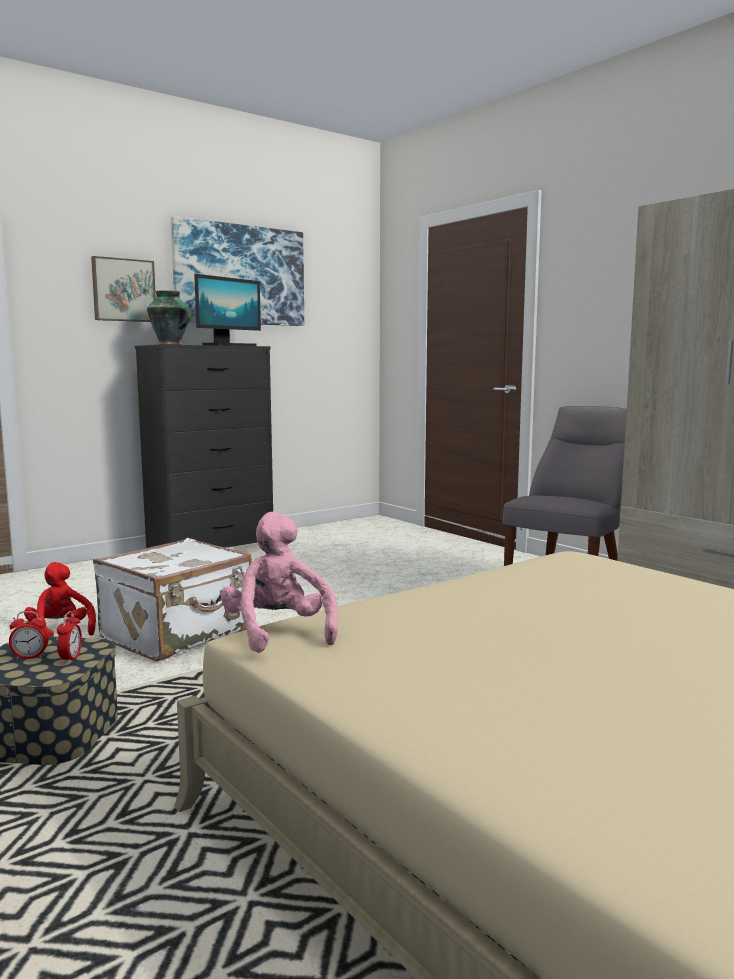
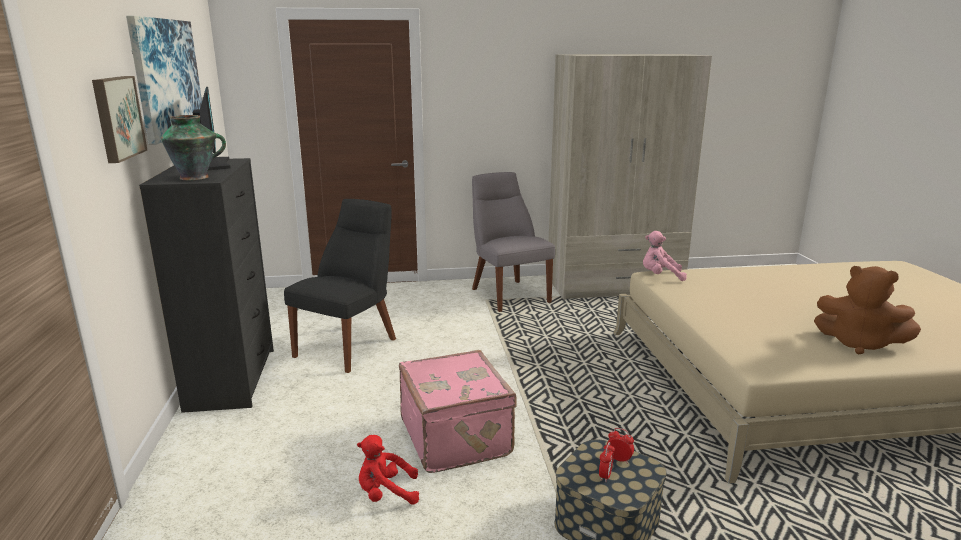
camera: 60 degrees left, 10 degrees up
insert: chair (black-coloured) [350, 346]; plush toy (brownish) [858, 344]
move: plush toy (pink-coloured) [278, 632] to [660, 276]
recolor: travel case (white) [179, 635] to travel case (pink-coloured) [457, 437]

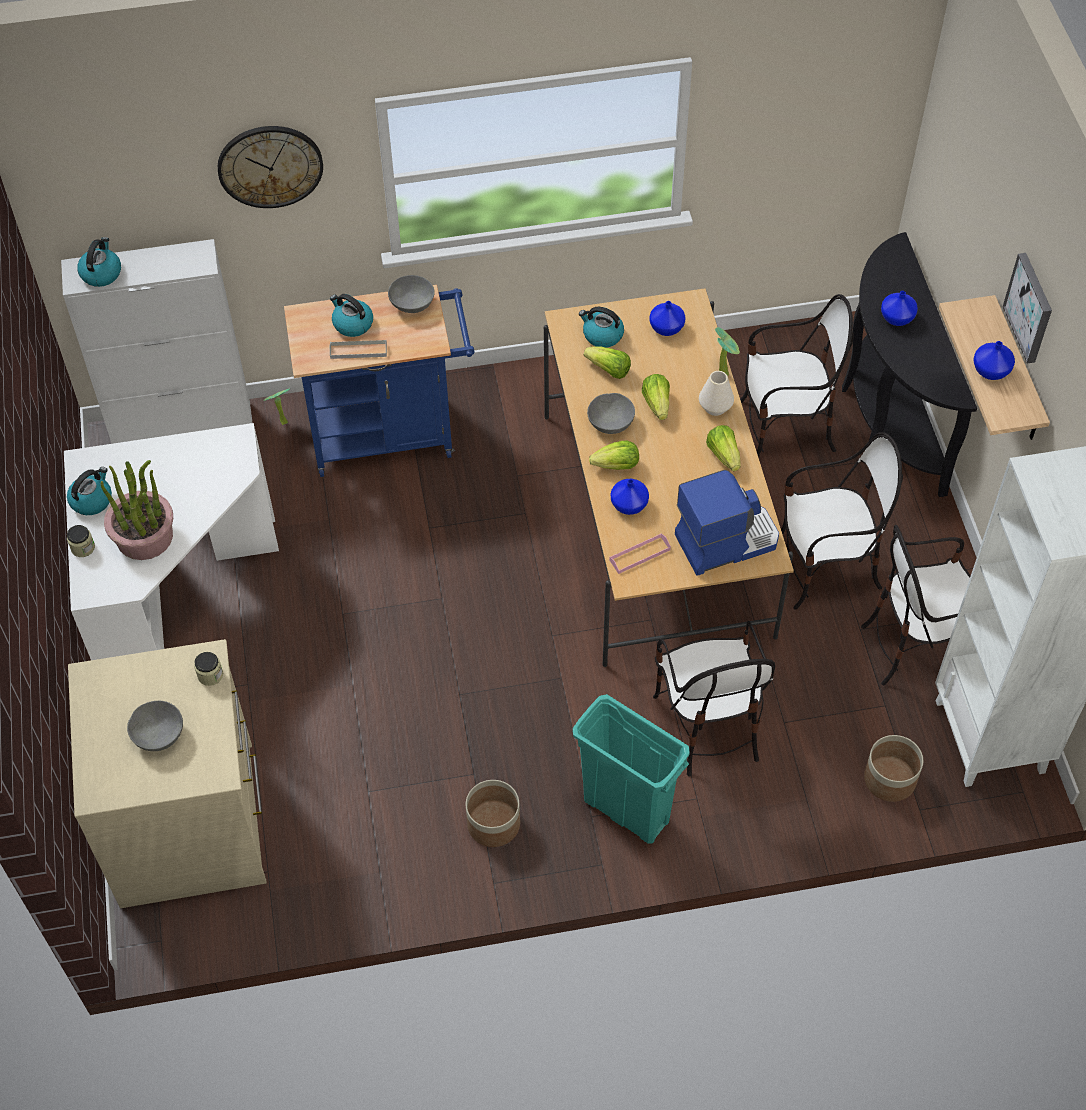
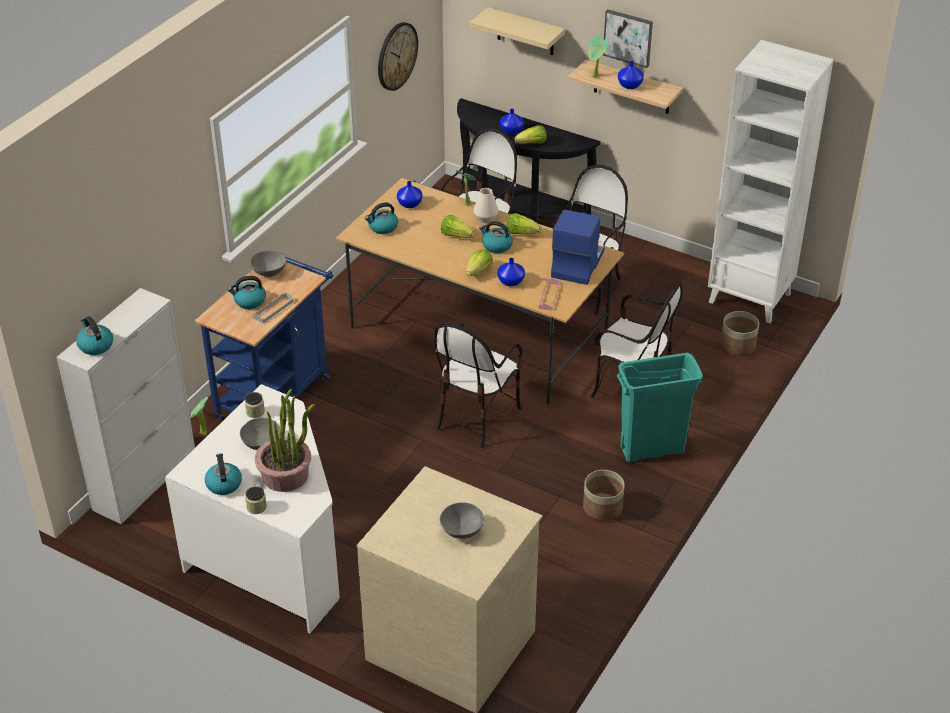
camera: 50 degrees left, 15 degrees down
insert: wall shelf (sand-coloured) [525, 32]; kettle [496, 246]; plant in a pot [595, 76]
move: bowl (gray) [610, 423] to [261, 443]; preserve jar [210, 675] to [255, 412]; wall clock [270, 165] to [396, 56]; chair [918, 646] to [476, 416]; lettuce head [608, 370] to [532, 144]

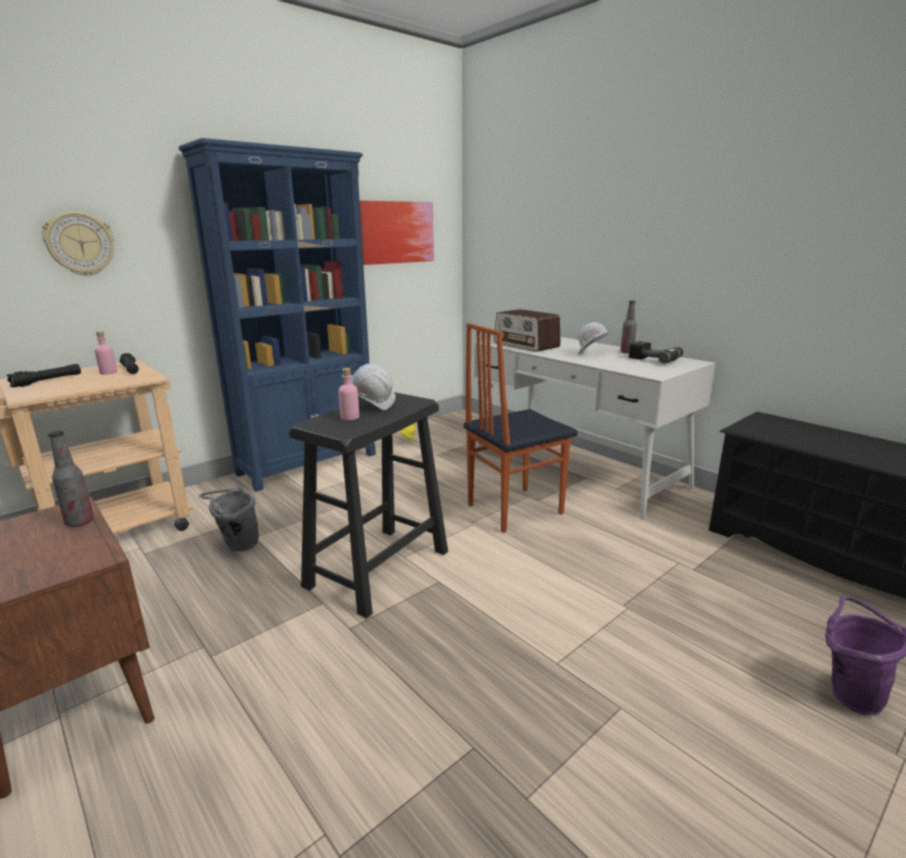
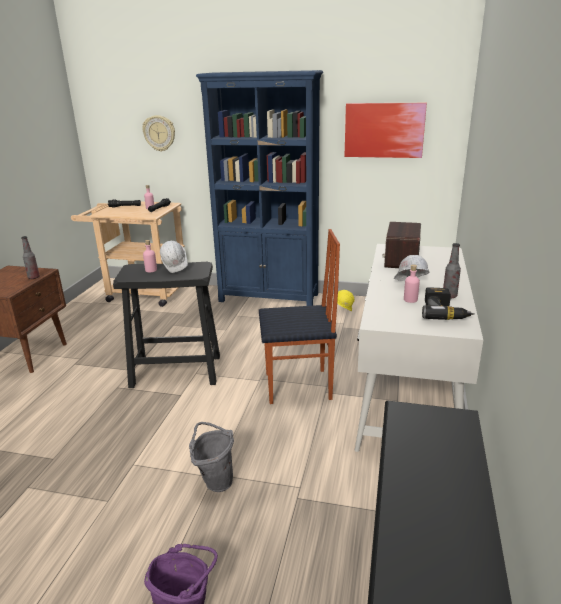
camera: 55 degrees right, 5 degrees up
insert: drink bottle (pink-coloured) [410, 299]
move: pail (gray) [237, 546] to [215, 481]
rotate: chair [513, 509] = [299, 387] 150 degrees clockwise

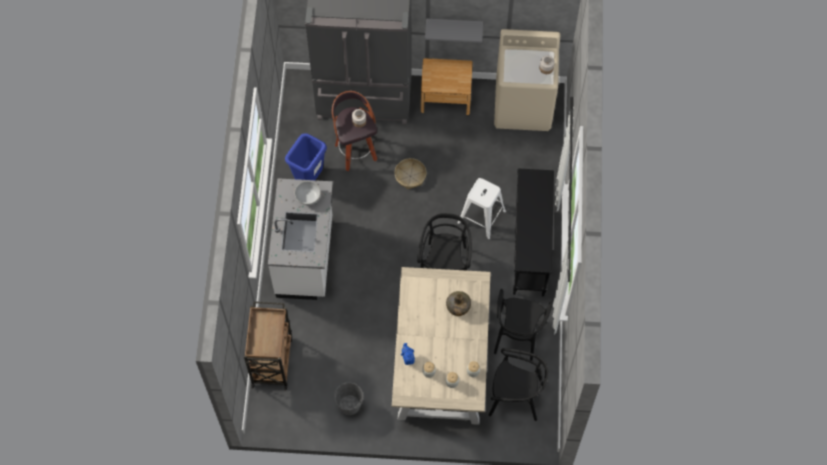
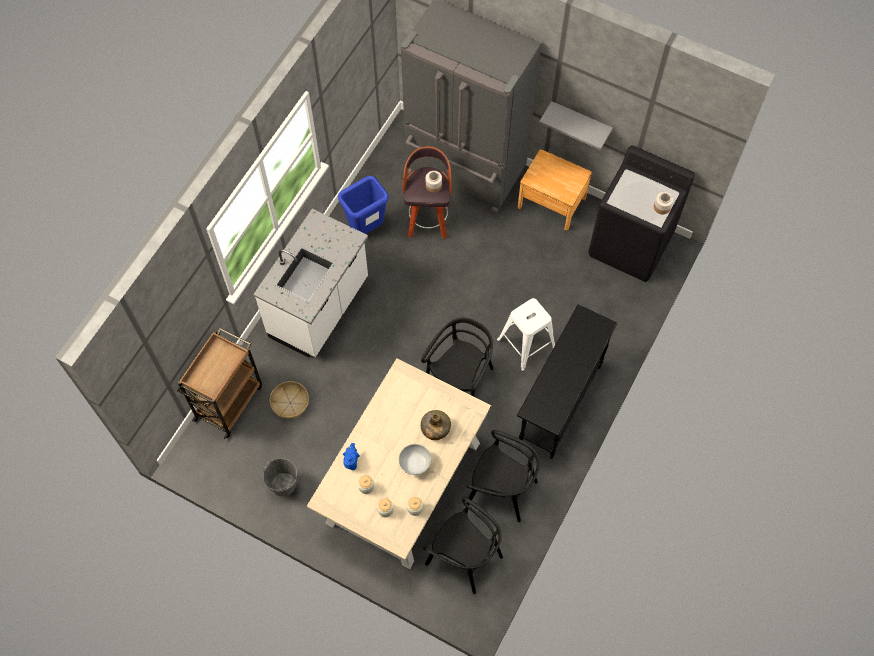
camera: 25 degrees right, 0 degrees up
move: storage basket [410, 176] to [290, 403]; bowl (white) [308, 197] to [415, 464]
recolor: laundry appliance (sand-coloured) [523, 106] to laundry appliance (black-coloured) [631, 244]
rotate: chair (black-coloured) [518, 336] = [501, 490] 105 degrees counterclockwise

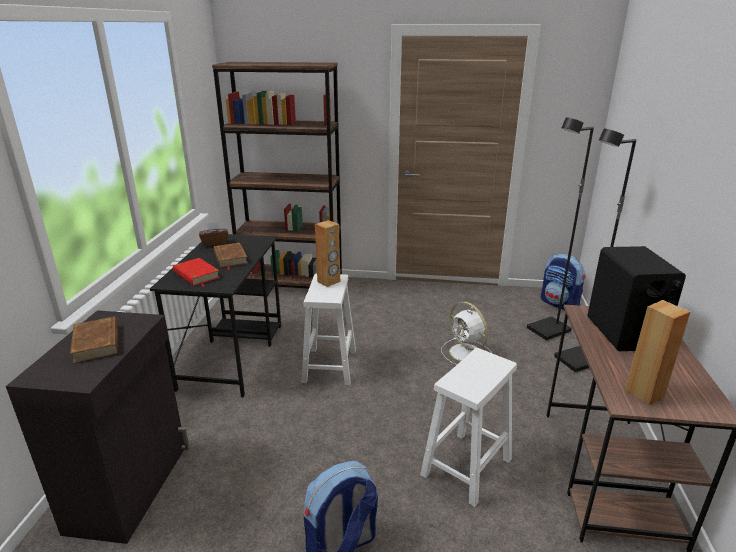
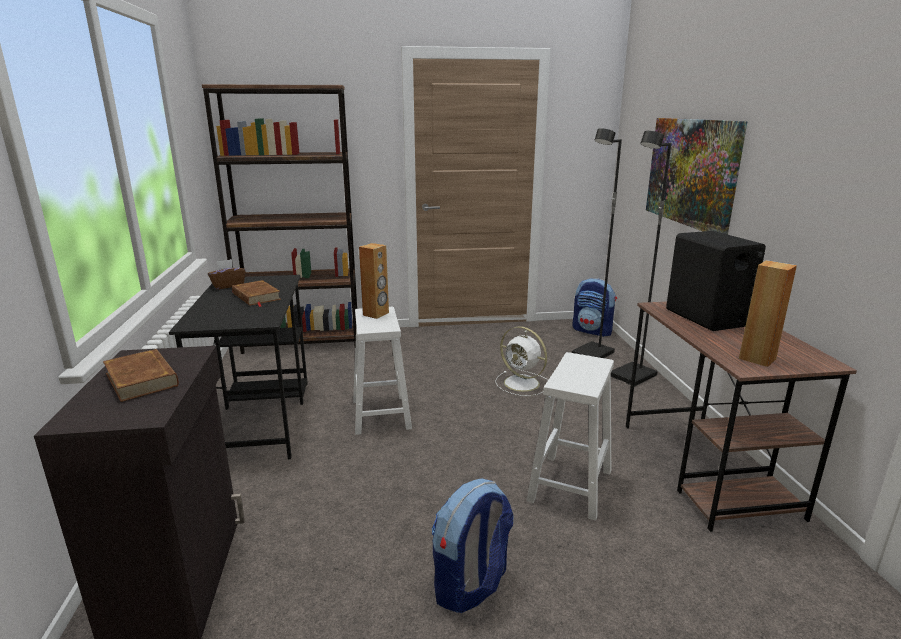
camera: 15 degrees left, 5 degrees down
delete: bound book (reddish) [196, 275]
insert: wall picture [691, 172]

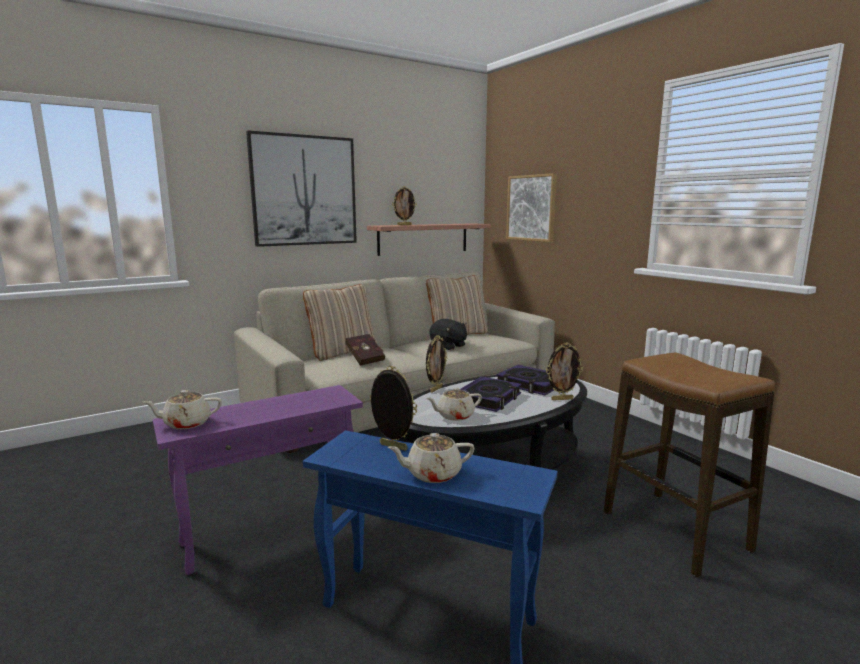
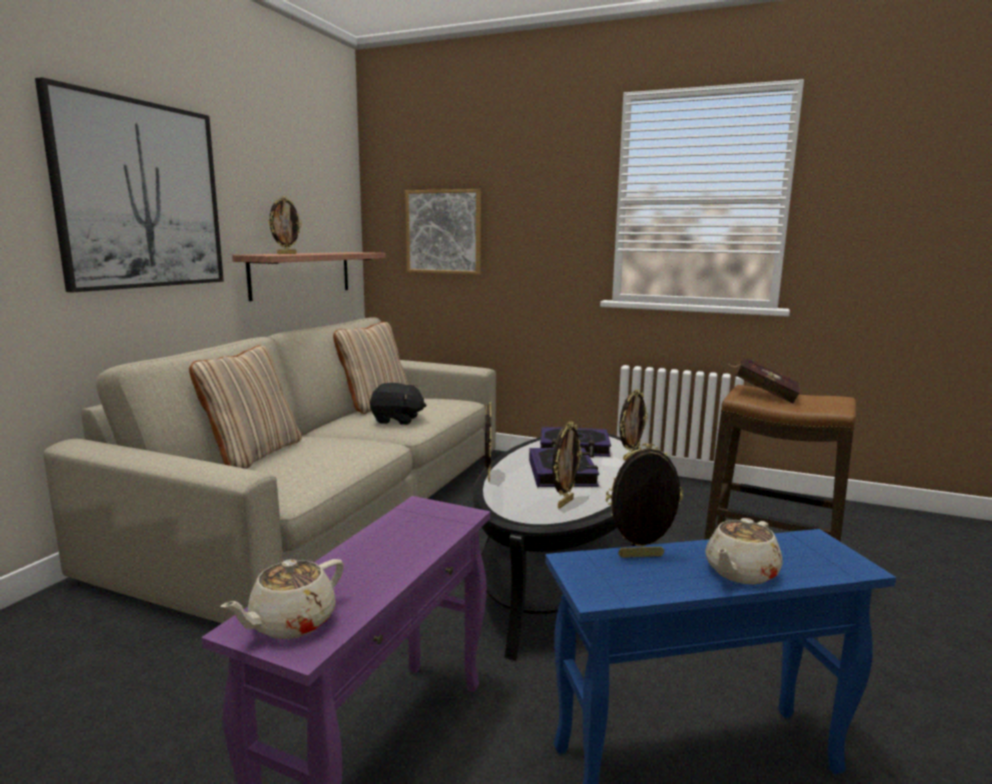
camera: 35 degrees left, 0 degrees up
move: bound book (reddish) [364, 359] to [762, 395]
replace: pot for tea (sand-coloured) [454, 416] to photo frame [564, 503]

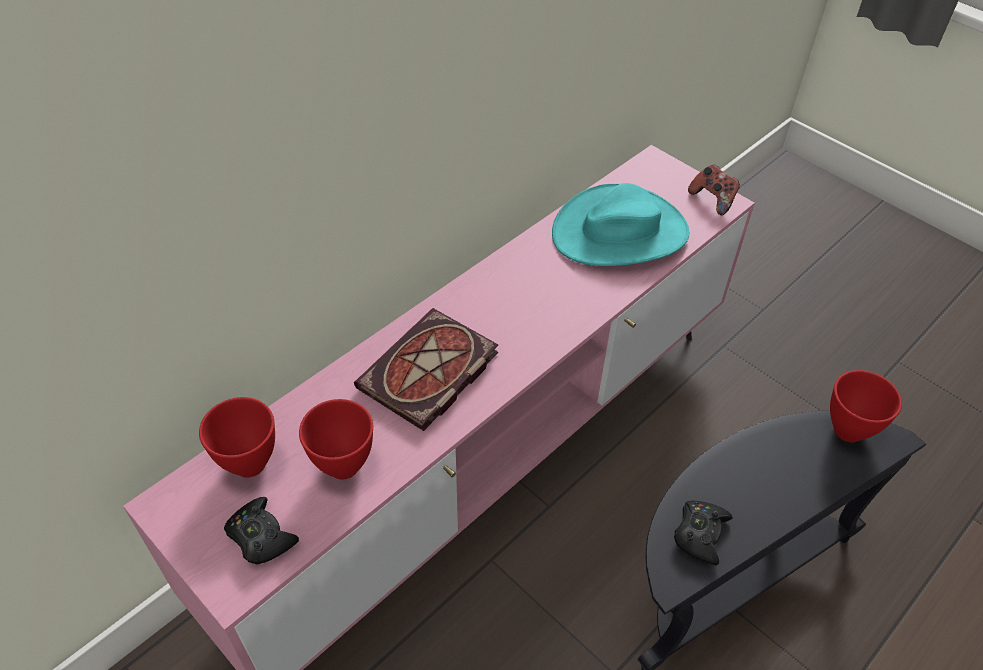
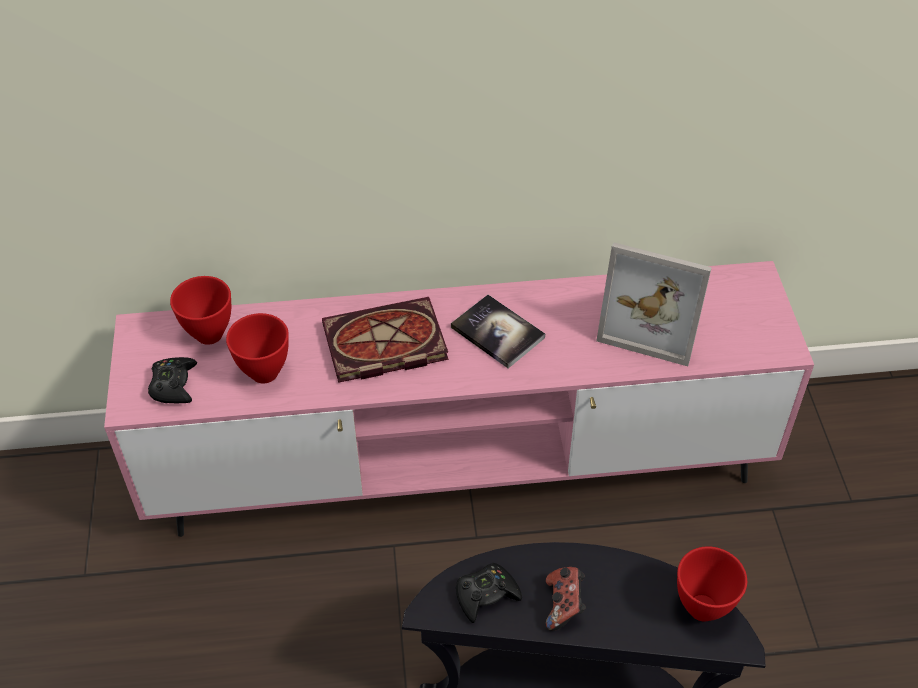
camera: 40 degrees right, 0 degrees up
insert: bound book [497, 332]
move: gamepad [713, 200] to [564, 605]
replace: wearable hat (blue-green) [620, 232] to photo frame [653, 322]

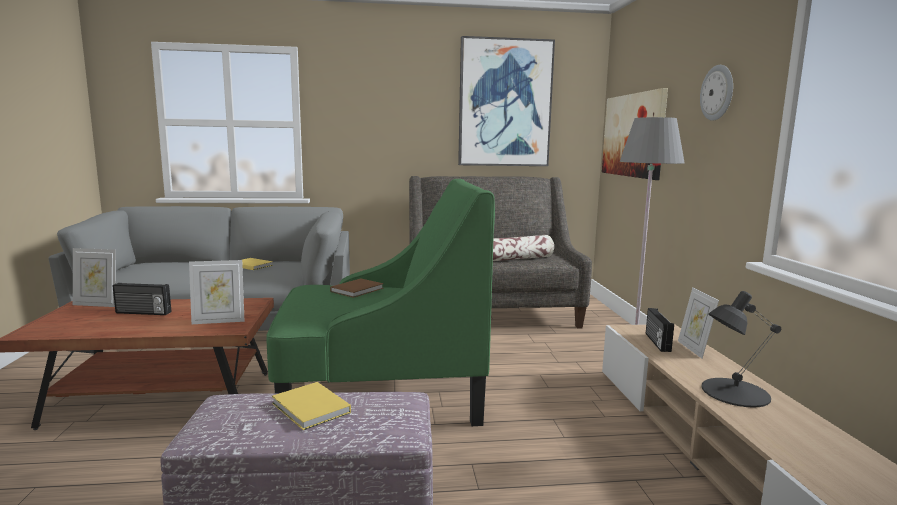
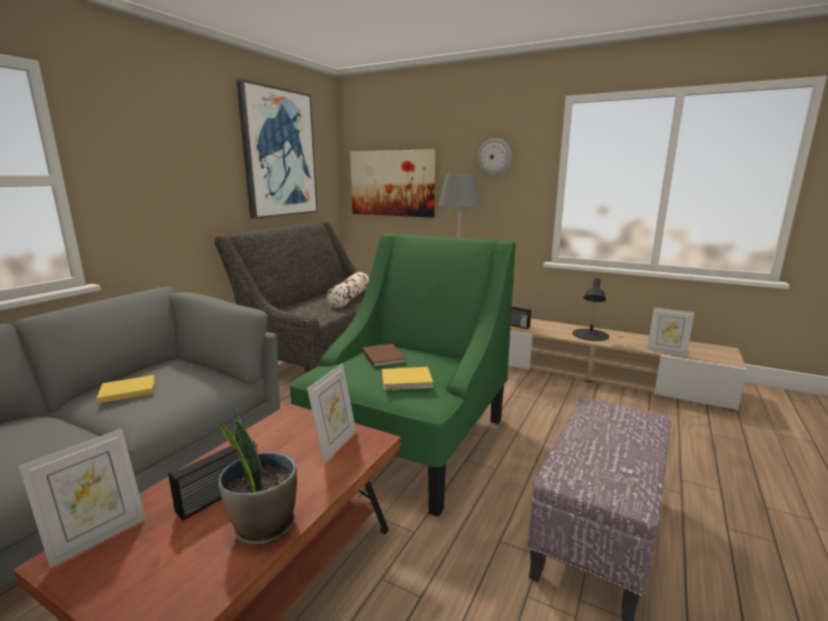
camera: 55 degrees left, 5 degrees up
insert: plant in a pot [263, 526]
move: bound book (yellow) [310, 409] to [408, 381]; photo frame [694, 349] to [666, 351]

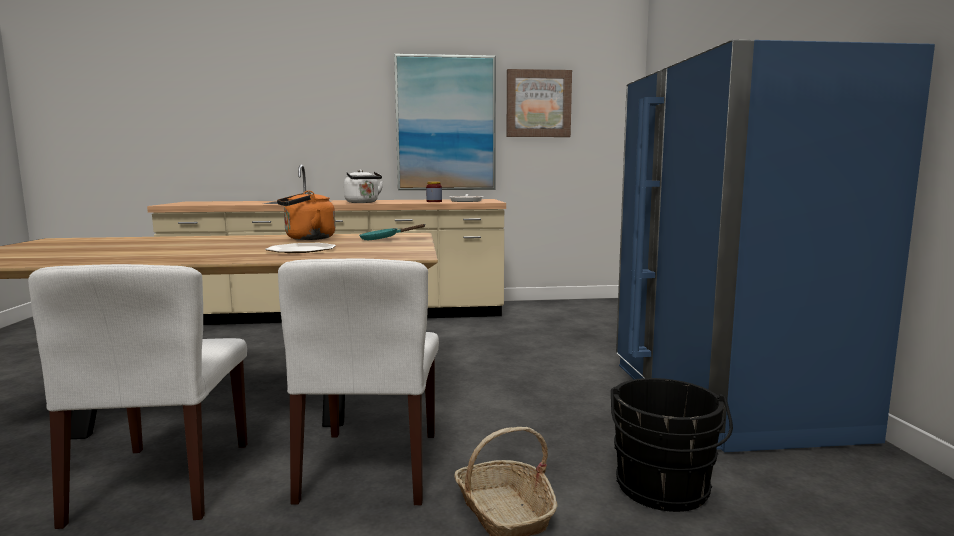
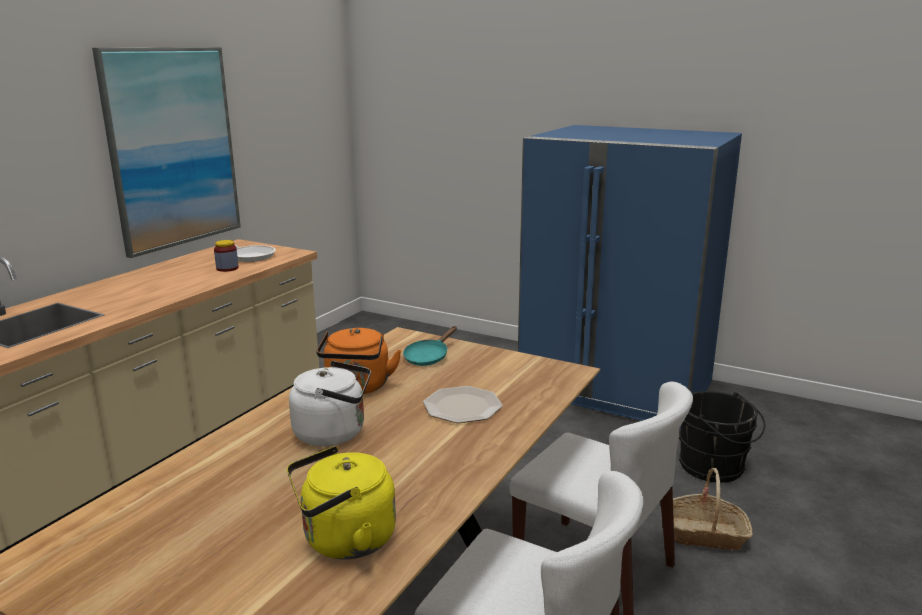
camera: 55 degrees left, 10 degrees up
delete: wall picture [538, 104]
insert: kettle (yellow) [344, 540]
move: kettle (white) [363, 202] to [334, 433]

